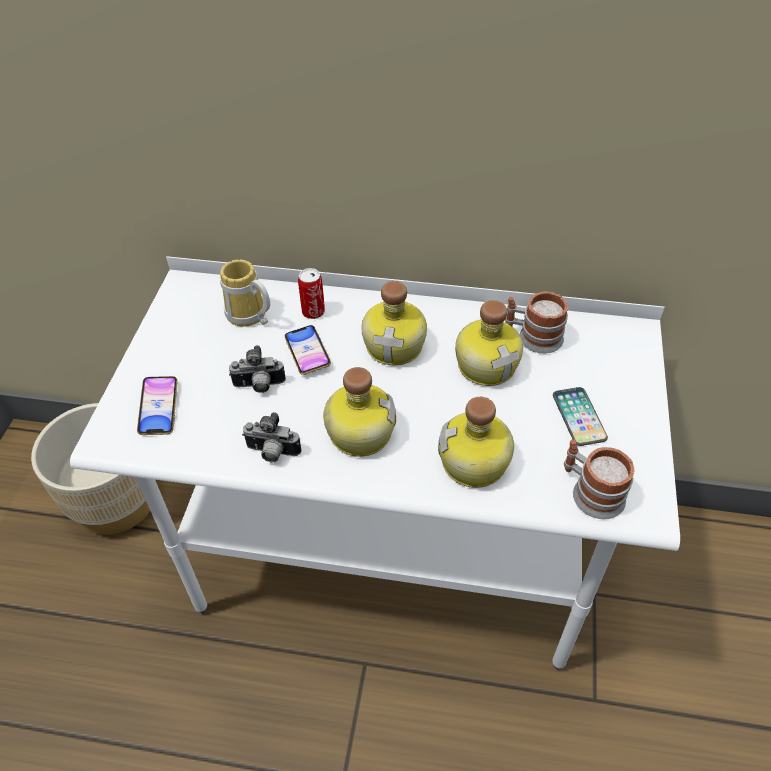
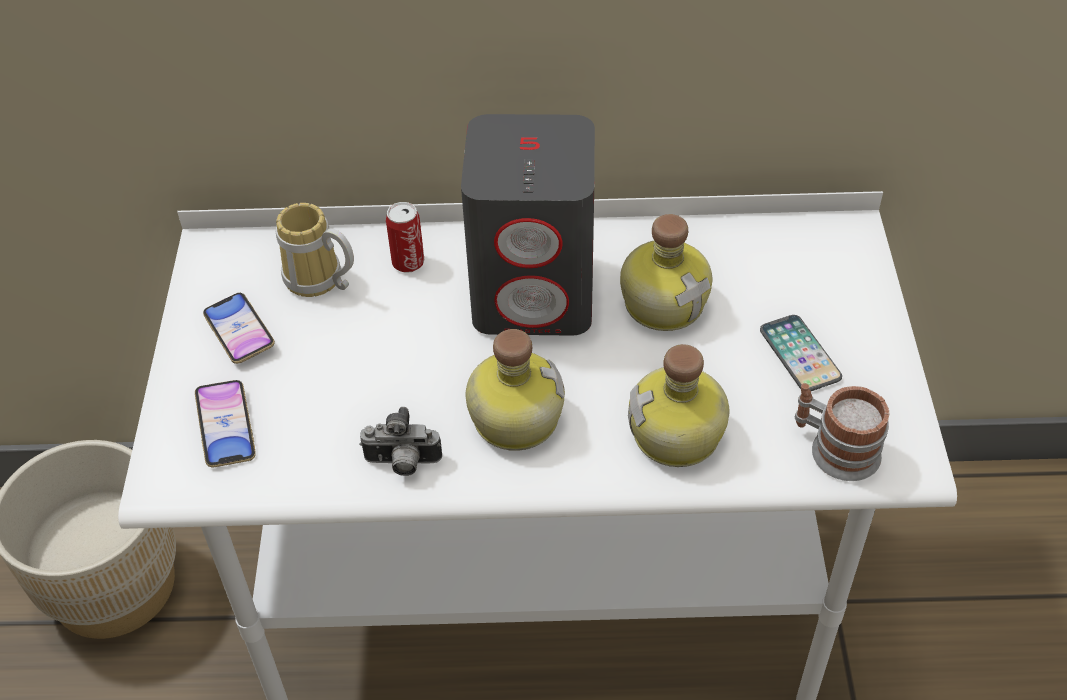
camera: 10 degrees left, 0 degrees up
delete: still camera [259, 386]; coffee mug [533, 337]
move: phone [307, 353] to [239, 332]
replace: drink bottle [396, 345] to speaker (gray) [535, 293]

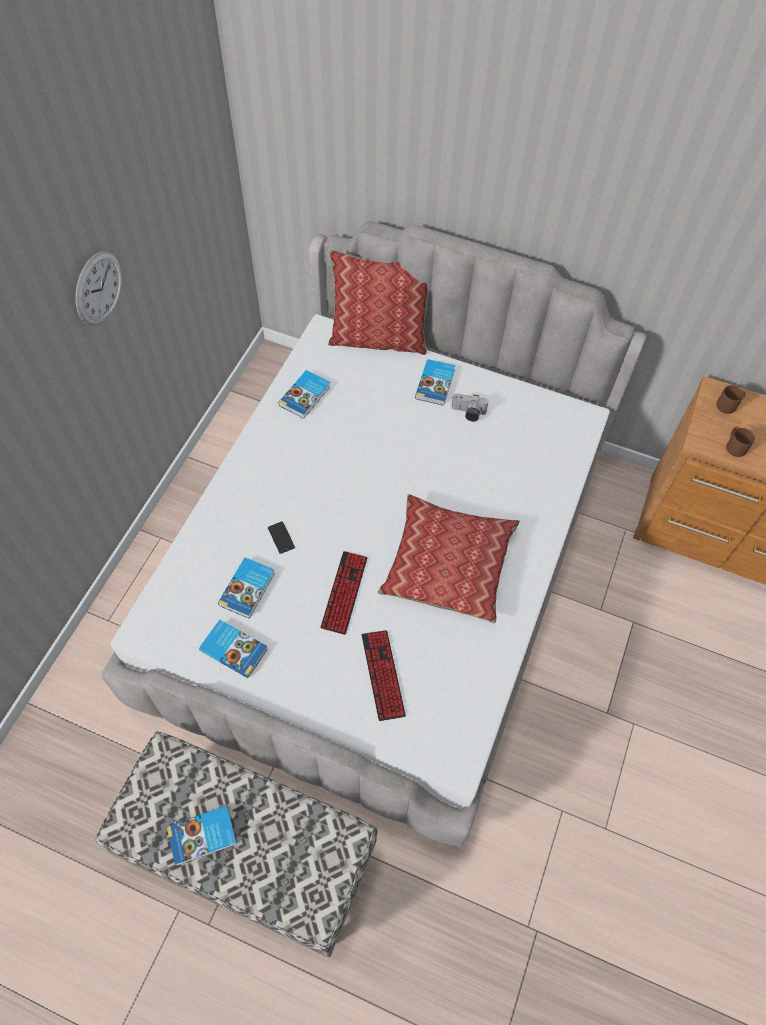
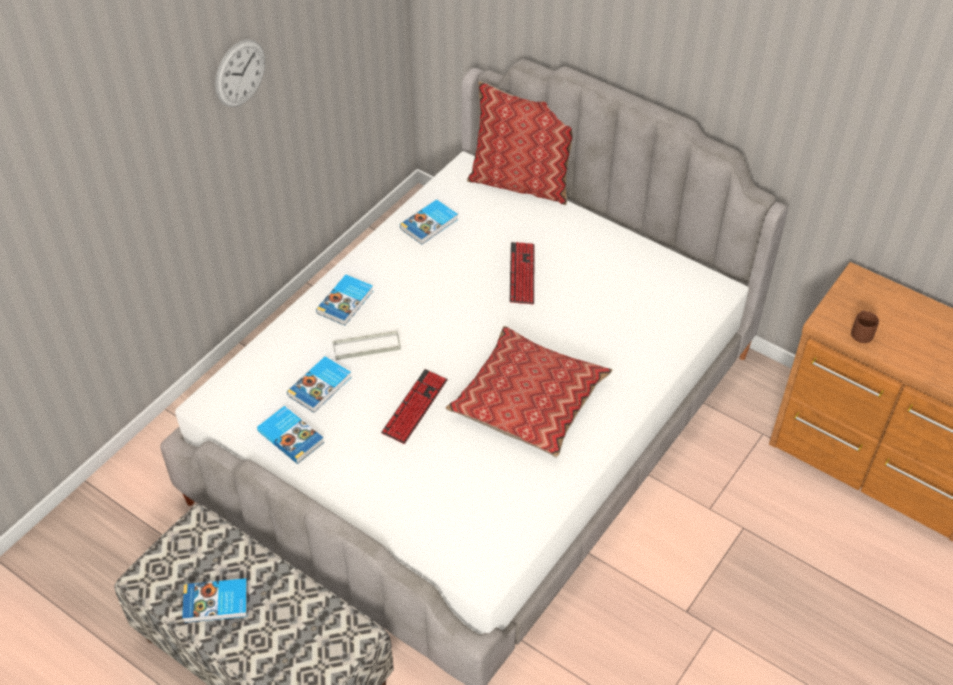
camera: 15 degrees right, 10 degrees down
delete: still camera [468, 413]; coffee mug (brownish) [728, 405]
move: bound book [436, 384] to [346, 302]; keyboard [383, 675] to [522, 274]
replace: phone [281, 537] to carrying tray (gray) [366, 347]

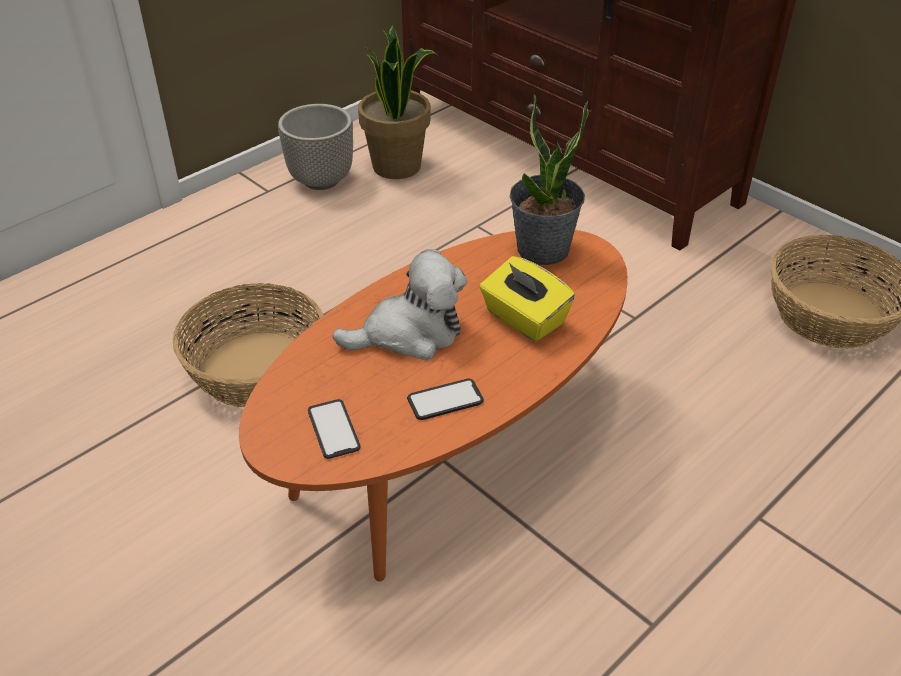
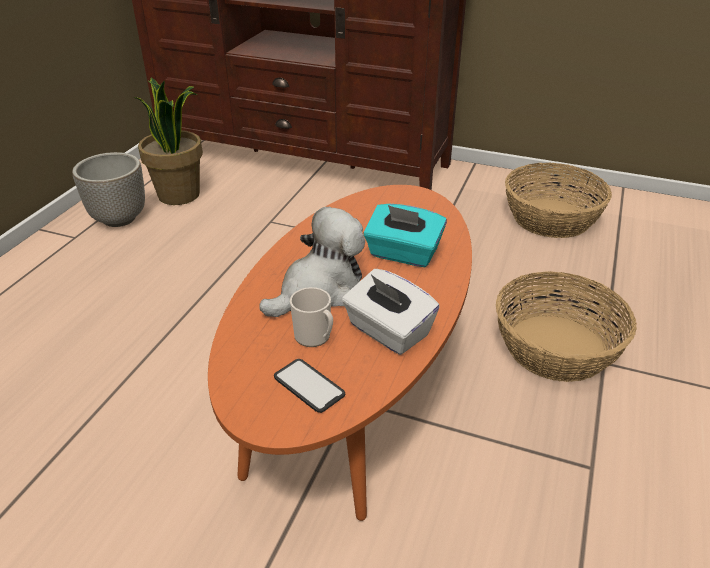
camera: 25 degrees left, 5 degrees down
delete: plant in a pot [543, 250]
insert: coffee mug [315, 337]
move: storage basket [256, 370] to [556, 348]
replace: phone [445, 400] to tissue box (white) [388, 331]
recolor: tissue box (yellow) [524, 319] to tissue box (blue-green) [403, 254]

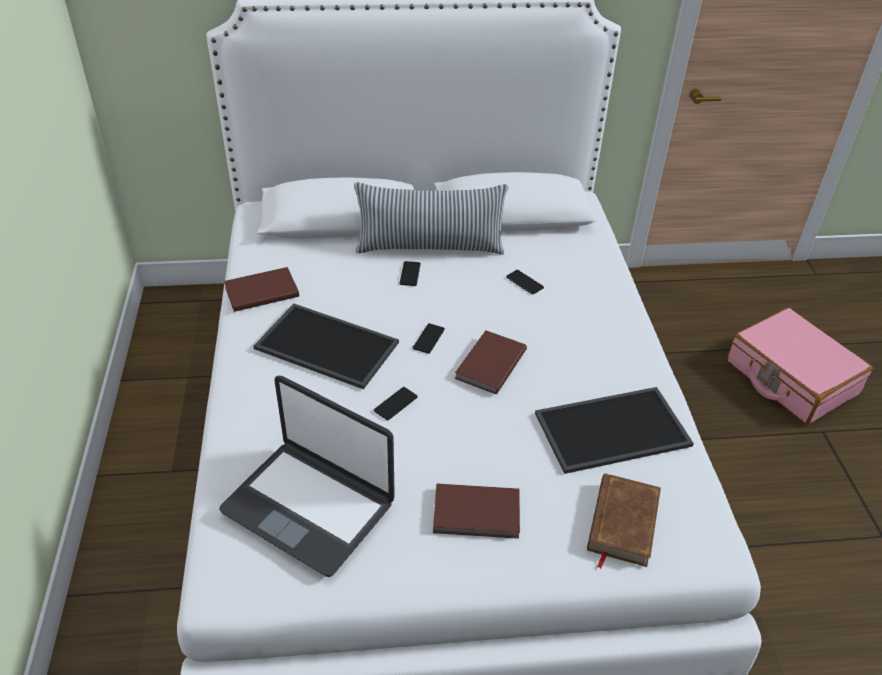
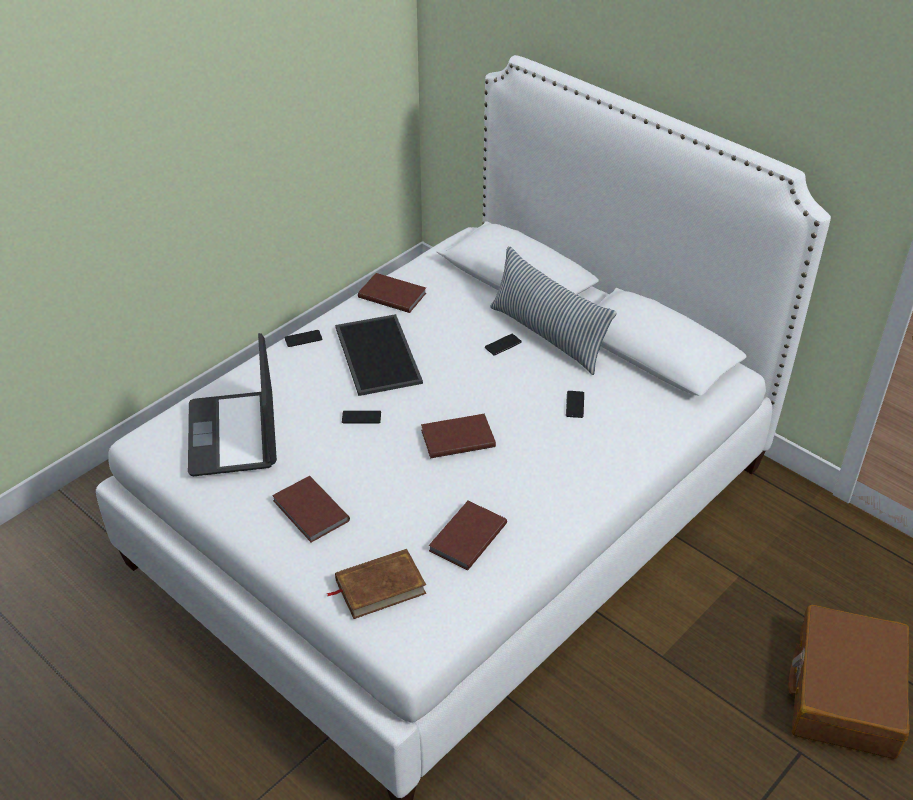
camera: 50 degrees right, 0 degrees up
move: phone [428, 339] to [303, 339]
replace: carrying tray [612, 431] to bound book (brownish) [466, 537]
recolor: travel case (pink-coloured) [790, 378] to travel case (brownish) [844, 692]

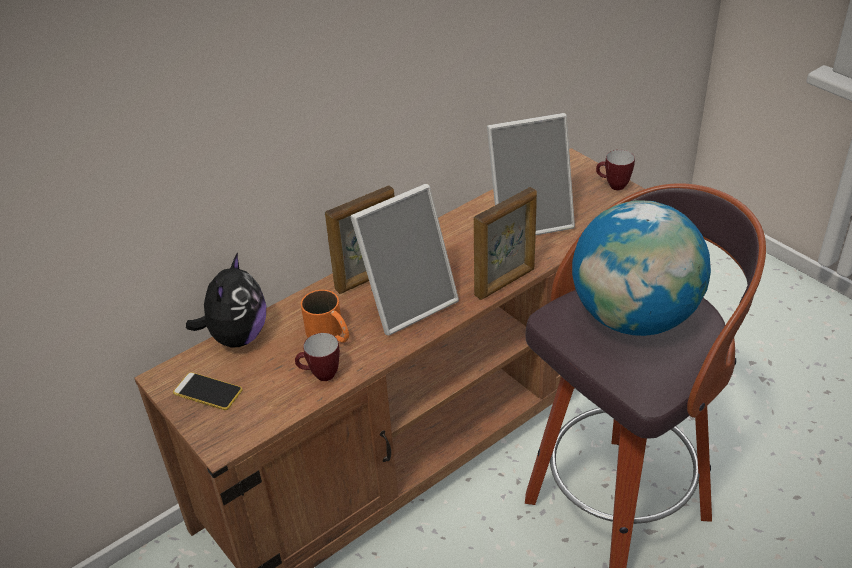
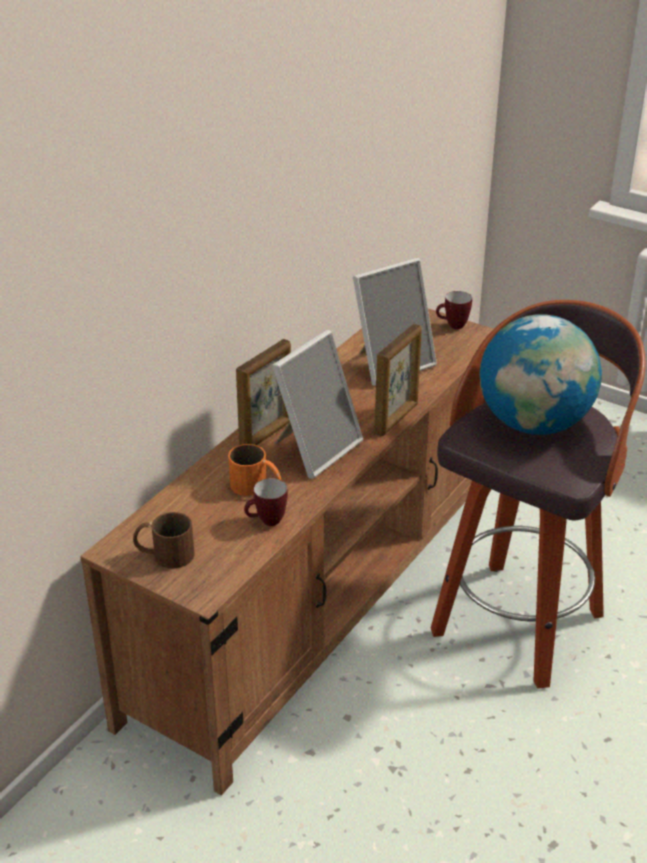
camera: 20 degrees left, 5 degrees down
delete: plush toy [237, 336]
replace: phone [208, 392] to coffee mug (brownish) [164, 554]

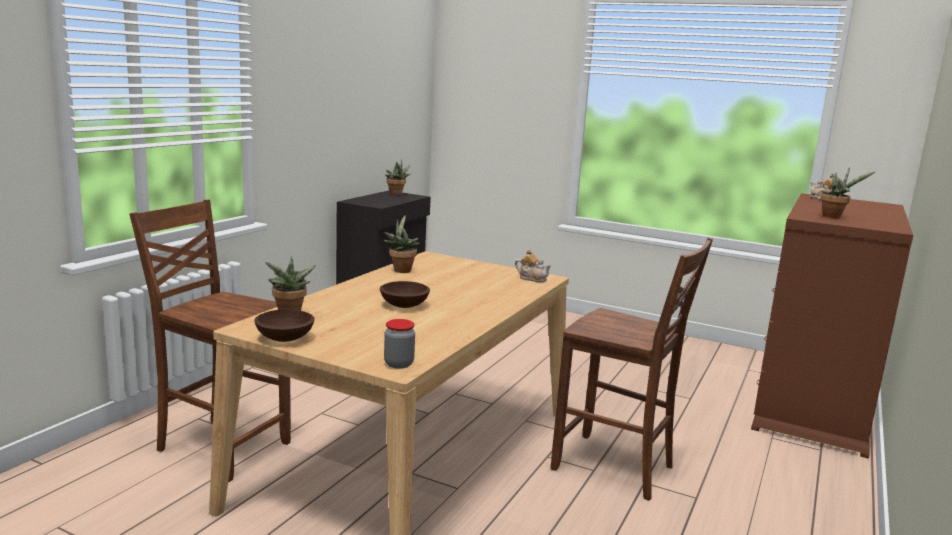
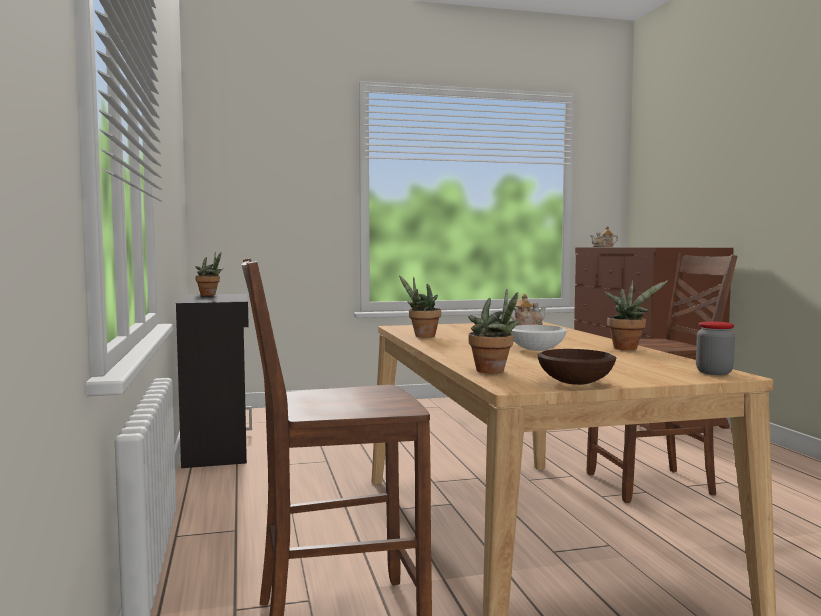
camera: 40 degrees left, 10 degrees down
move: plant in a pot [834, 217] to [627, 348]
recolor: bowl (brownish) [403, 305] to bowl (white) [537, 349]

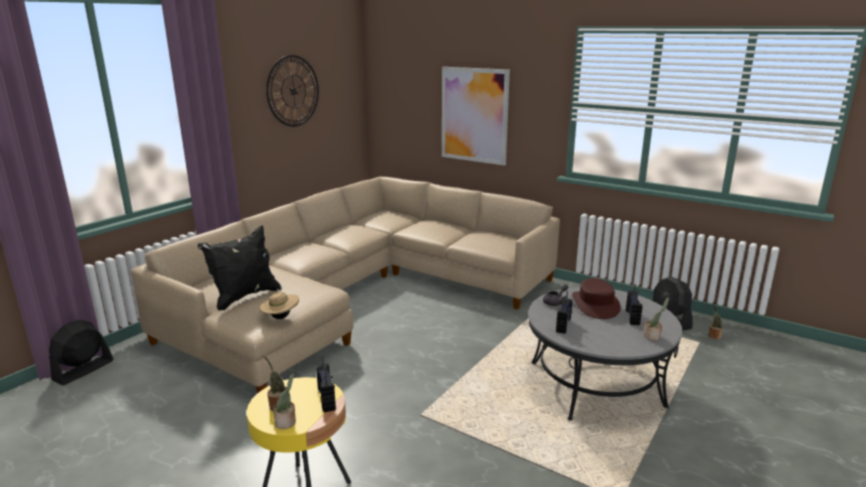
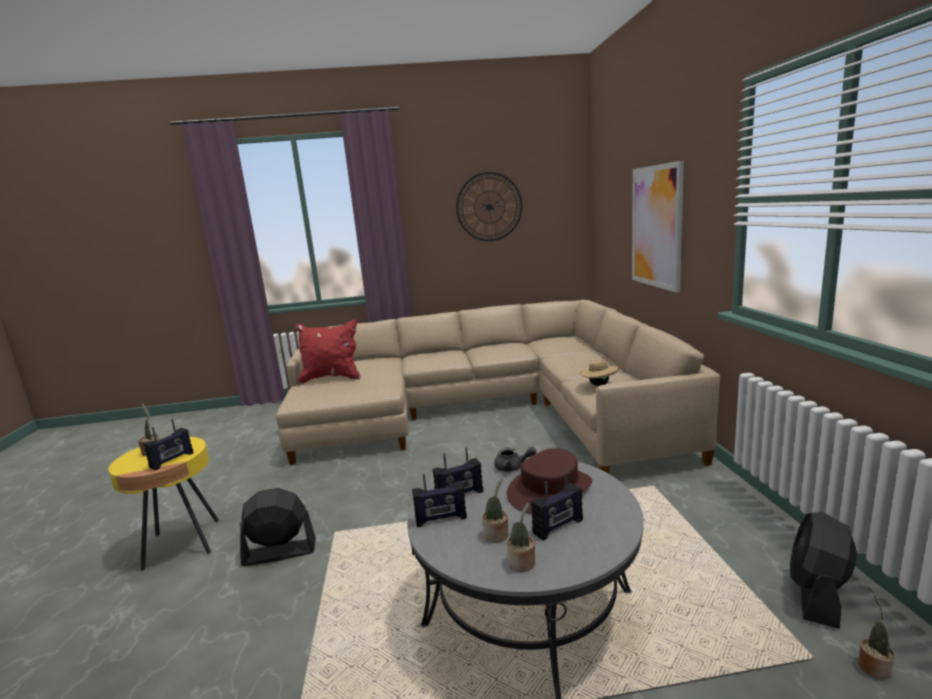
camera: 50 degrees right, 5 degrees down
insert: radio [441, 519]
move: electric fan (black-coloured) [83, 370] to [279, 552]; plant in a pot [287, 423] to [497, 536]; wearable hat (sand-coloured) [281, 317] to [599, 385]
recolor: throw pillow (black-coloured) [245, 297] to throw pillow (reddish) [332, 378]

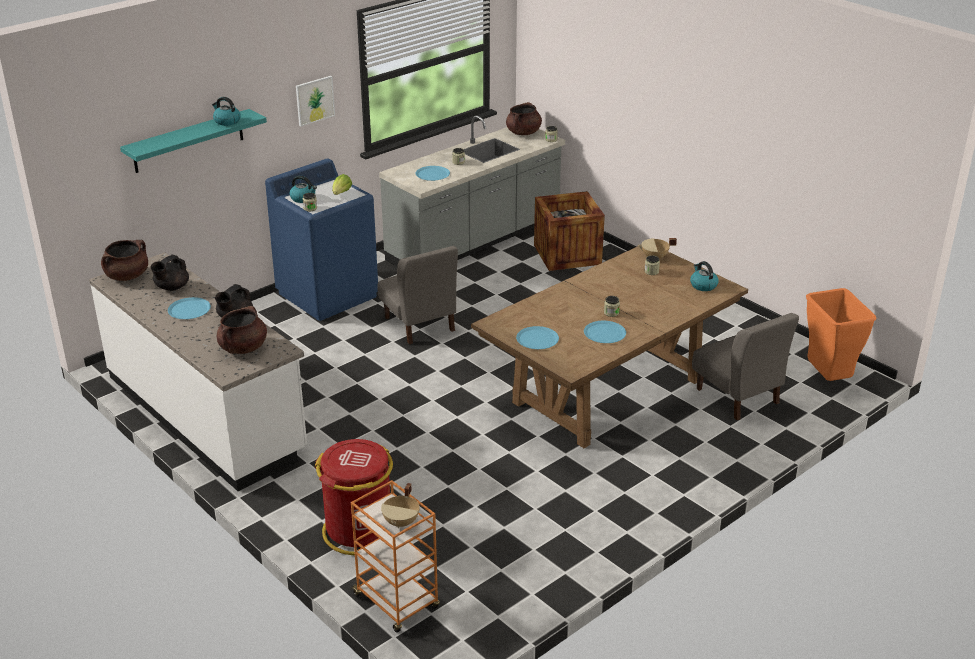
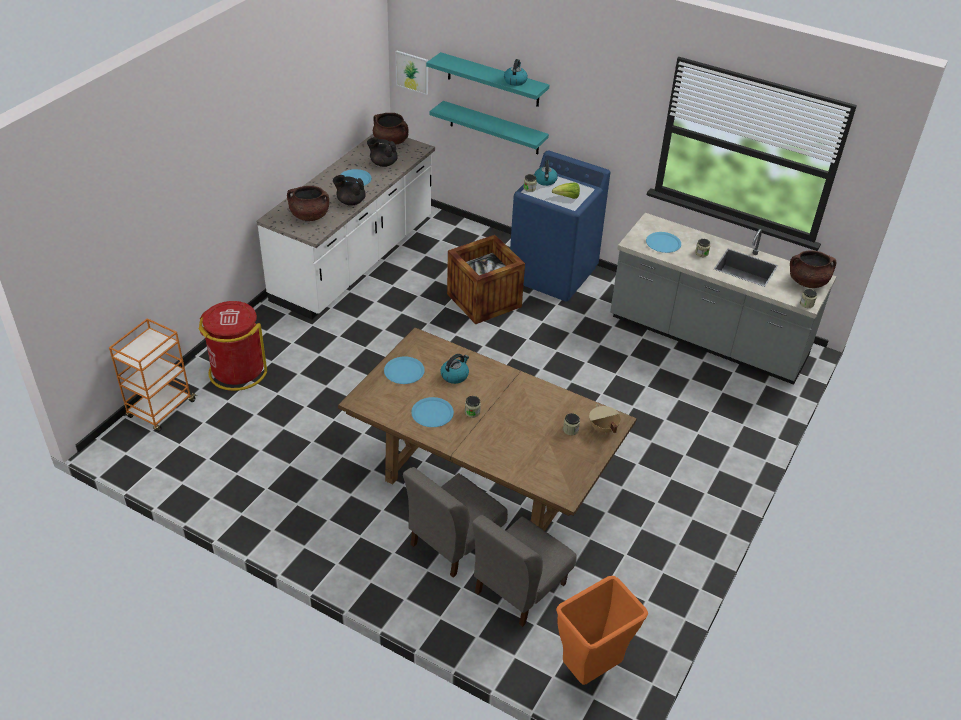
camera: 70 degrees right, 10 degrees up
delete: cooking pot (sand-coloured) [402, 522]
insert: wall shelf (blue-green) [494, 128]
move: wall picture [314, 100] to [412, 72]; chair (gray) [419, 324] to [454, 541]; kettle [703, 285] to [455, 375]; packing crate [567, 254] to [484, 300]

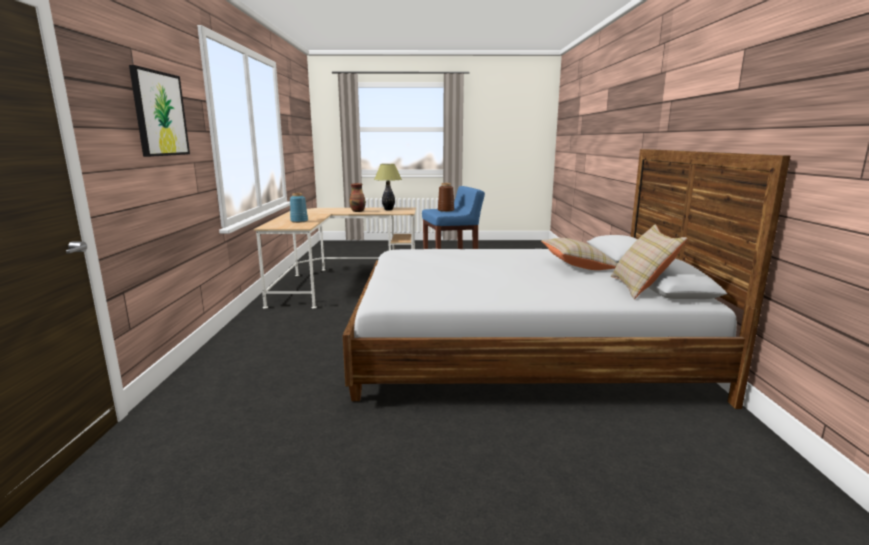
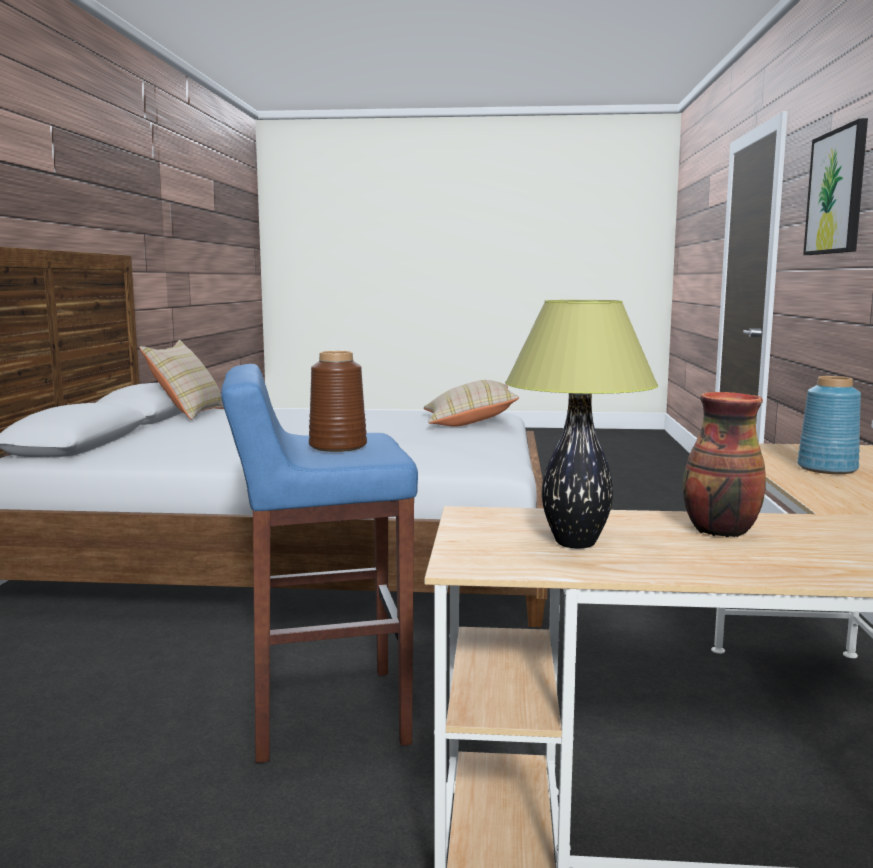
camera: 175 degrees left, 5 degrees down
move: throw pillow (sand-coloured) [577, 266] to [469, 422]

